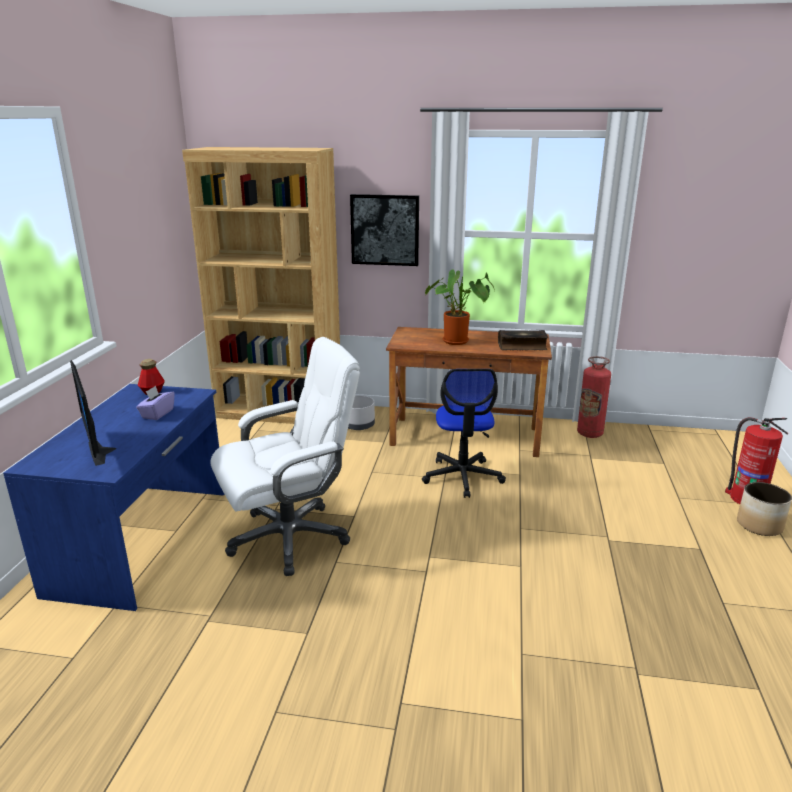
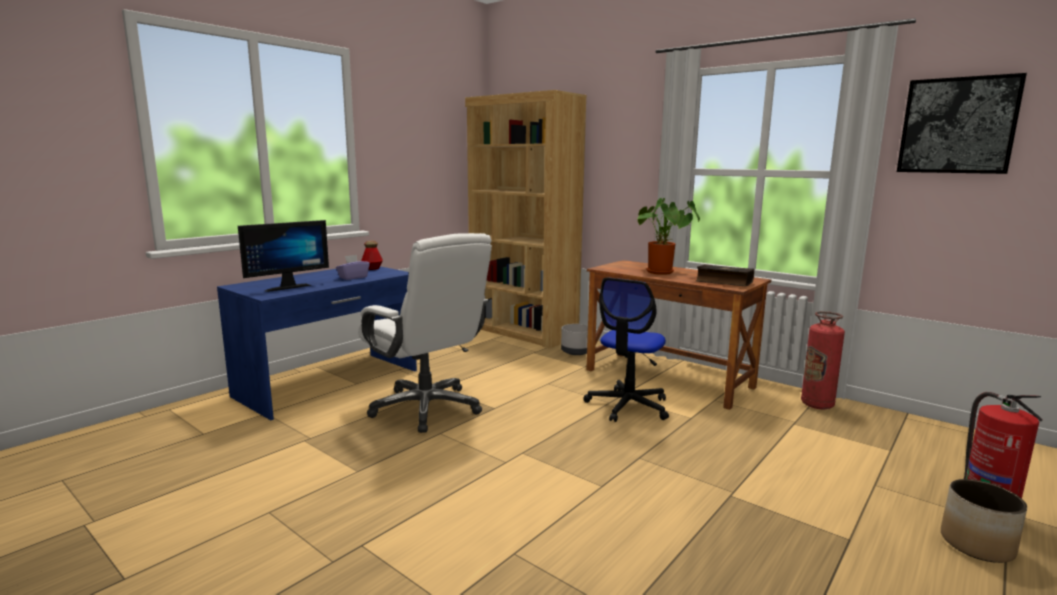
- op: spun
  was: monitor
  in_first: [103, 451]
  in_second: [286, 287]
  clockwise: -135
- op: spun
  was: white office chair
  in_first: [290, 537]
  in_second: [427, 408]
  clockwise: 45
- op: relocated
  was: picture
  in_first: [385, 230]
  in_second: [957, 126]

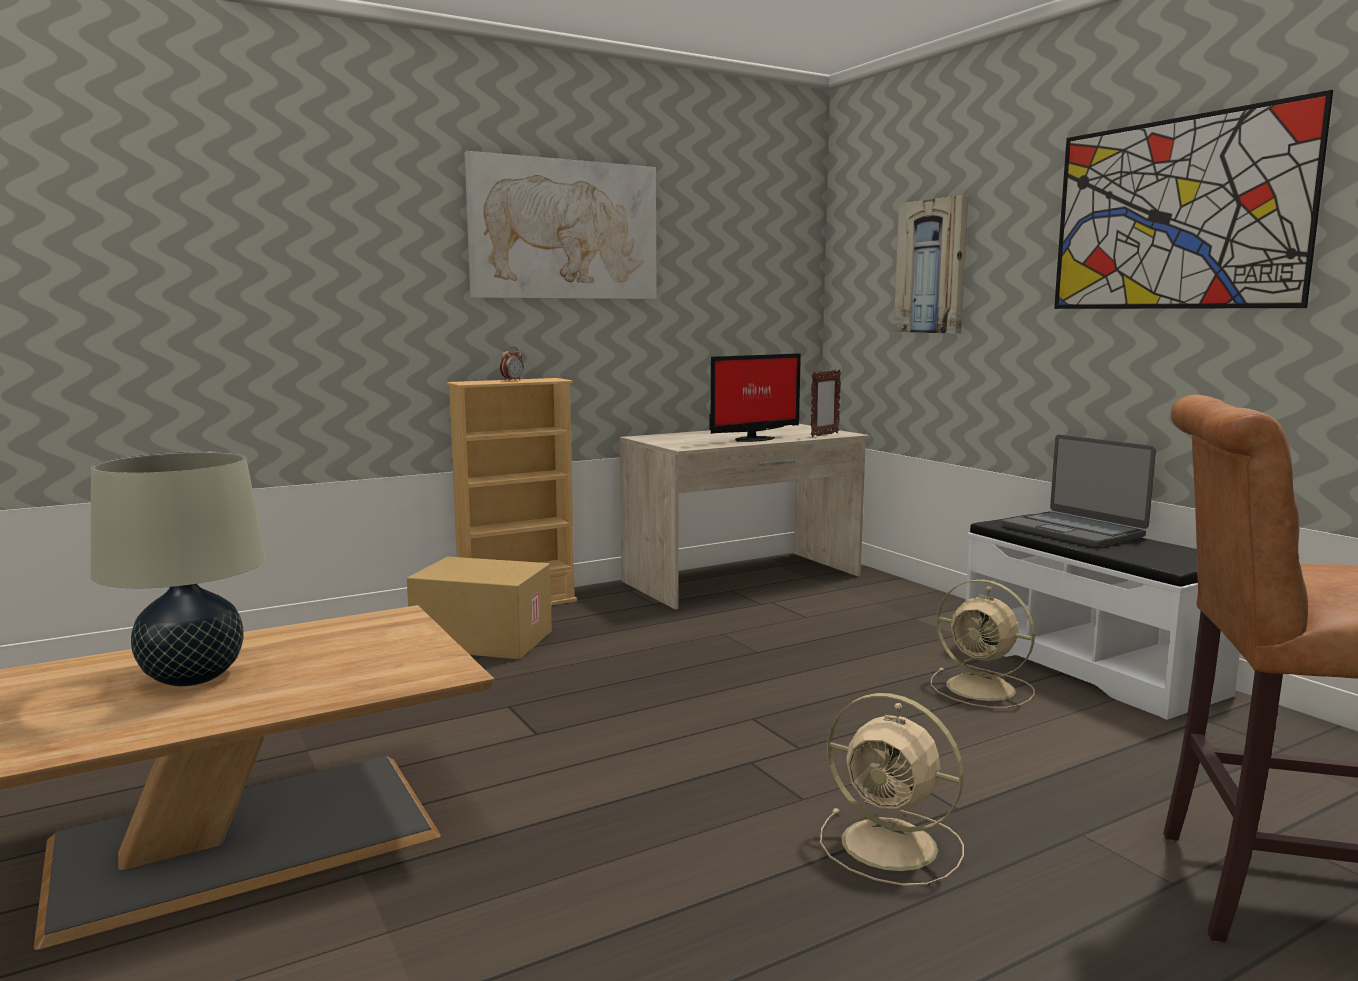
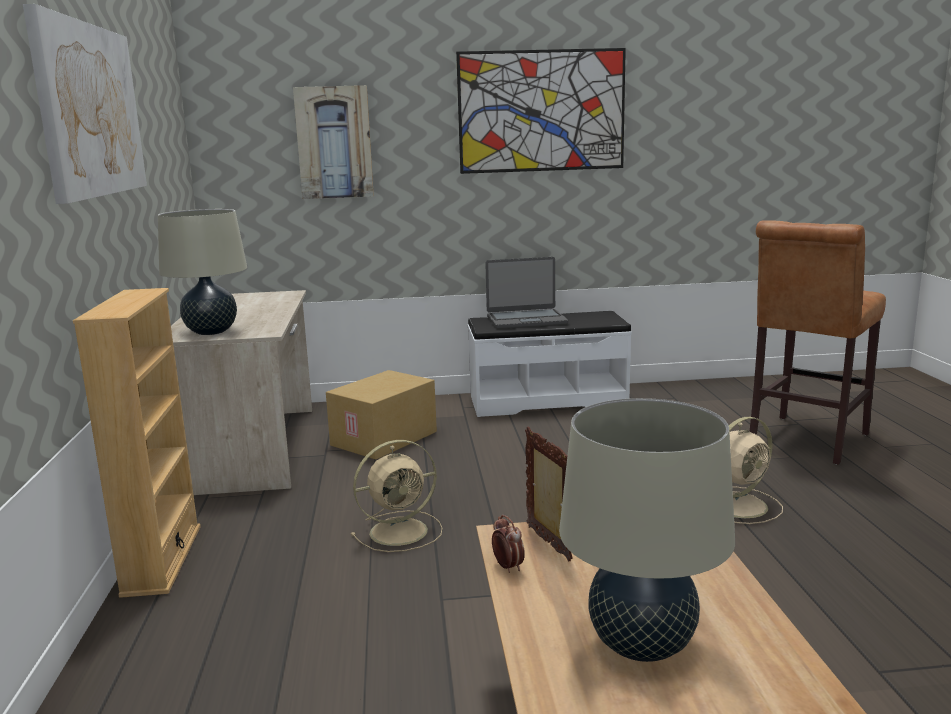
- op: appeared
  now: beige table lamp
  in_second: [211, 332]
- op: relocated
  was: cardboard box
  in_first: [481, 641]
  in_second: [384, 439]
- op: relocated
  was: beige fan
  in_first: [983, 689]
  in_second: [401, 531]
- op: relocated
  was: alarm clock
  in_first: [512, 380]
  in_second: [508, 567]
- op: relocated
  was: picture frame
  in_first: [824, 435]
  in_second: [548, 544]
- op: missing
  was: monitor
  in_first: [752, 439]

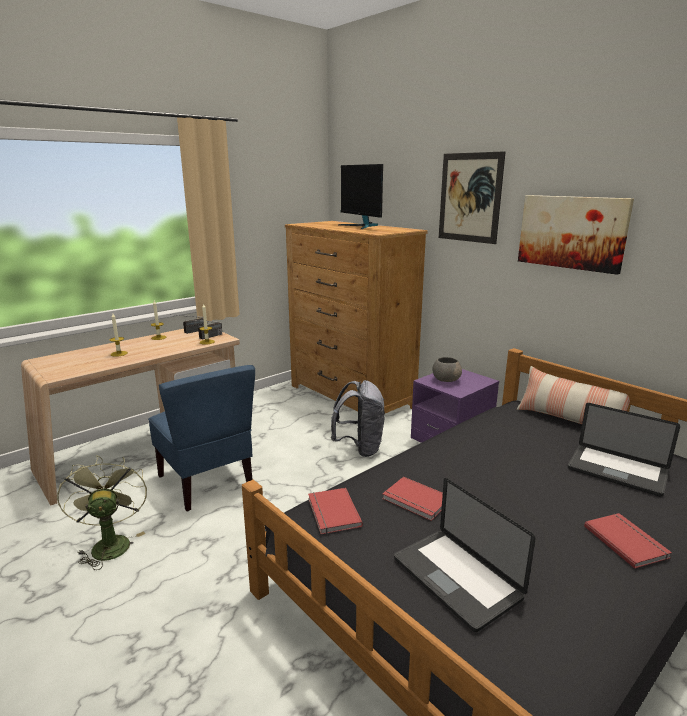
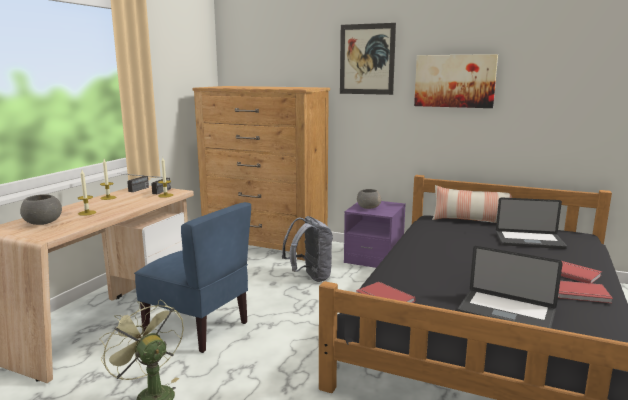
- op: appeared
  now: grey bowl
  in_second: [42, 223]
- op: relocated
  was: red book
  in_first: [415, 501]
  in_second: [581, 294]
- op: missing
  was: monitor
  in_first: [361, 226]

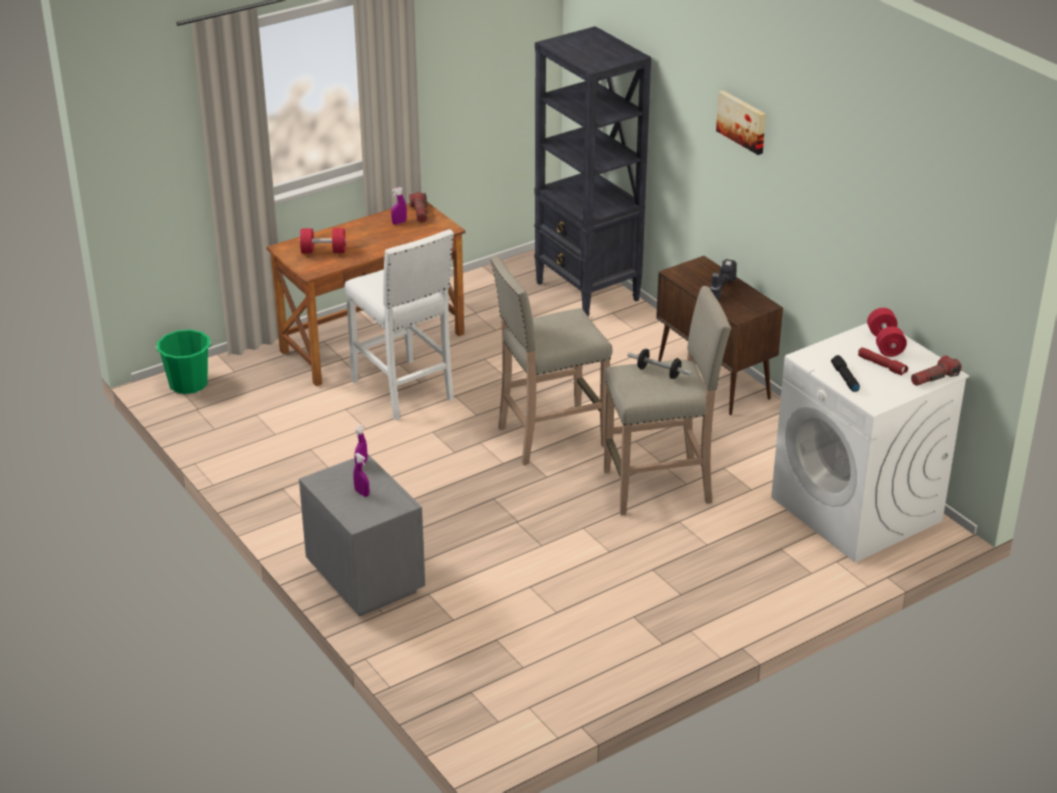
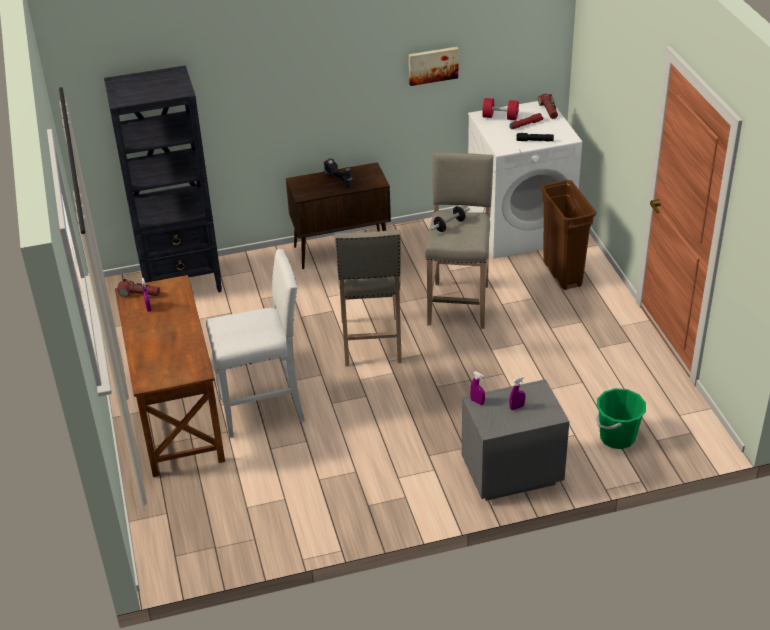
- op: relocated
  was: picture
  in_first: [743, 121]
  in_second: [433, 65]
- op: appeared
  now: brown trash can
  in_second: [562, 274]
- op: relocated
  was: green bucket
  in_first: [188, 384]
  in_second: [617, 437]
- op: missing
  was: red dumbbell
  in_first: [323, 251]

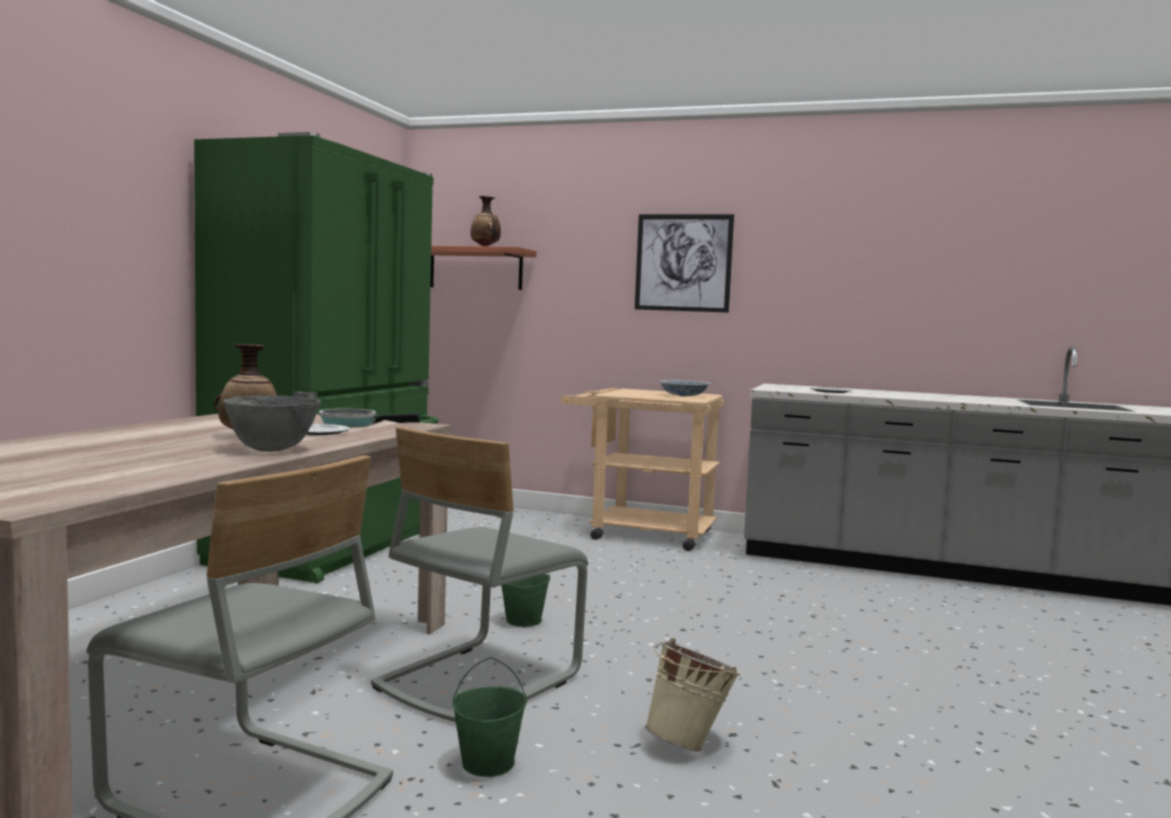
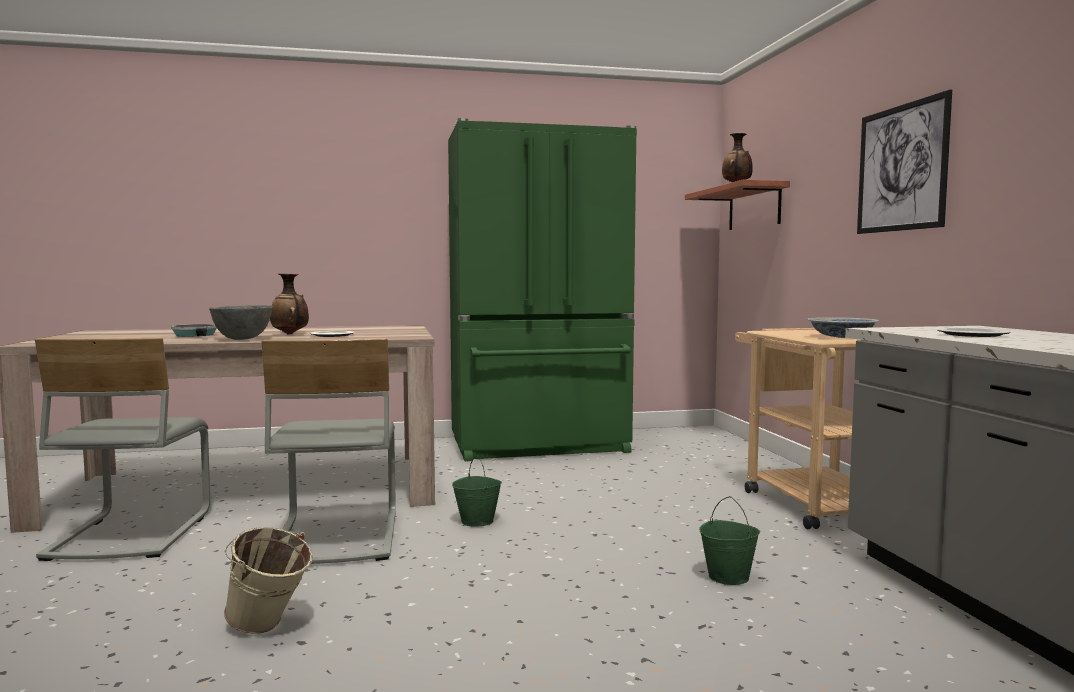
- op: relocated
  was: frying pan
  in_first: [353, 424]
  in_second: [196, 335]
- op: spun
  was: grey chair
  in_first: [477, 681]
  in_second: [335, 538]
  clockwise: -105
- op: relocated
  was: green bucket
  in_first: [488, 763]
  in_second: [728, 577]

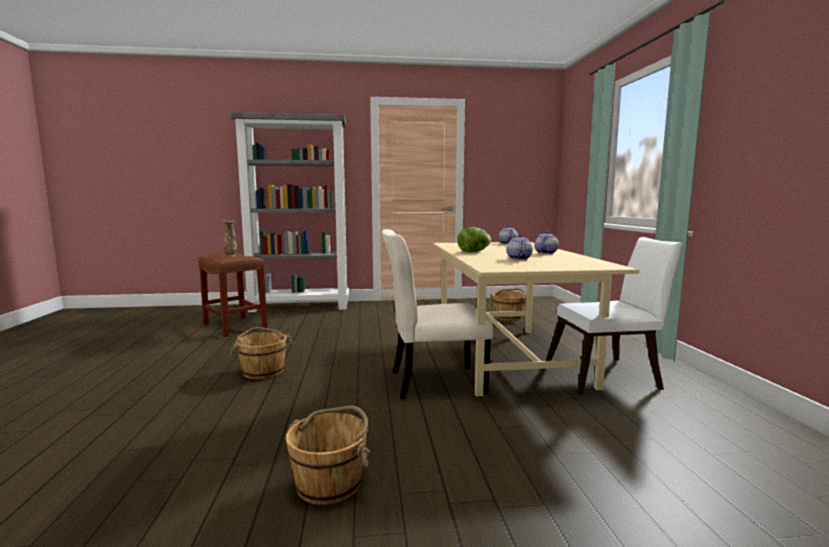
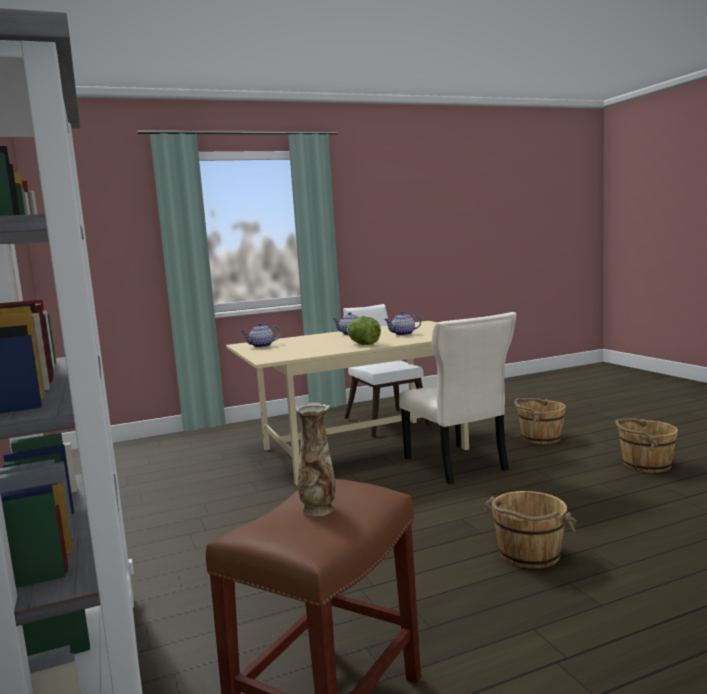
- op: relocated
  was: brown bucket
  in_first: [508, 317]
  in_second: [540, 438]

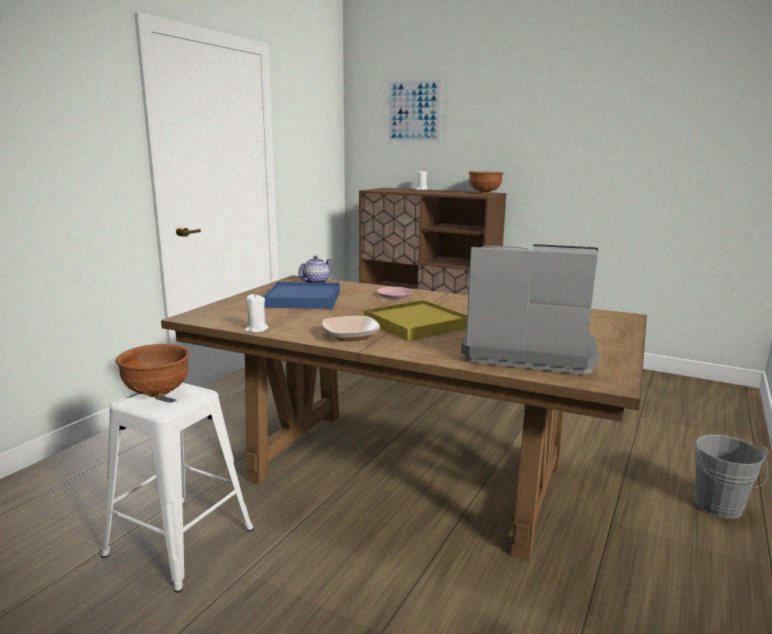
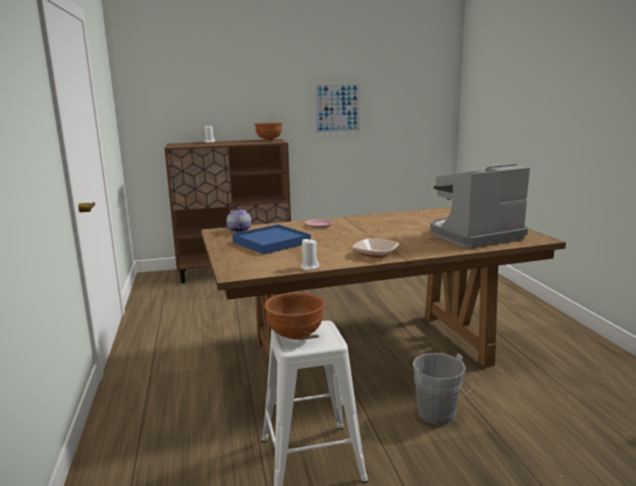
- op: relocated
  was: picture
  in_first: [413, 111]
  in_second: [337, 108]
- op: relocated
  was: grey bucket
  in_first: [719, 508]
  in_second: [439, 416]
- op: missing
  was: yellow tray
  in_first: [416, 324]

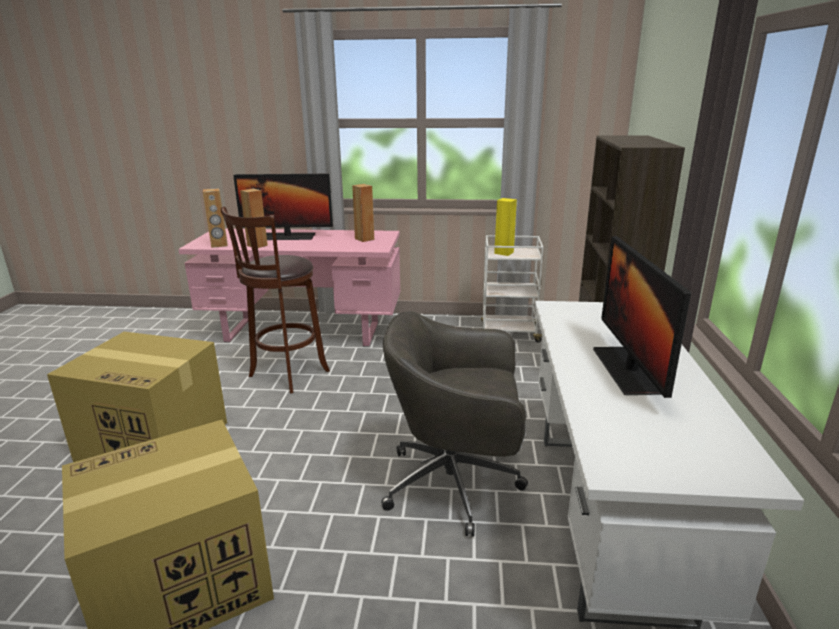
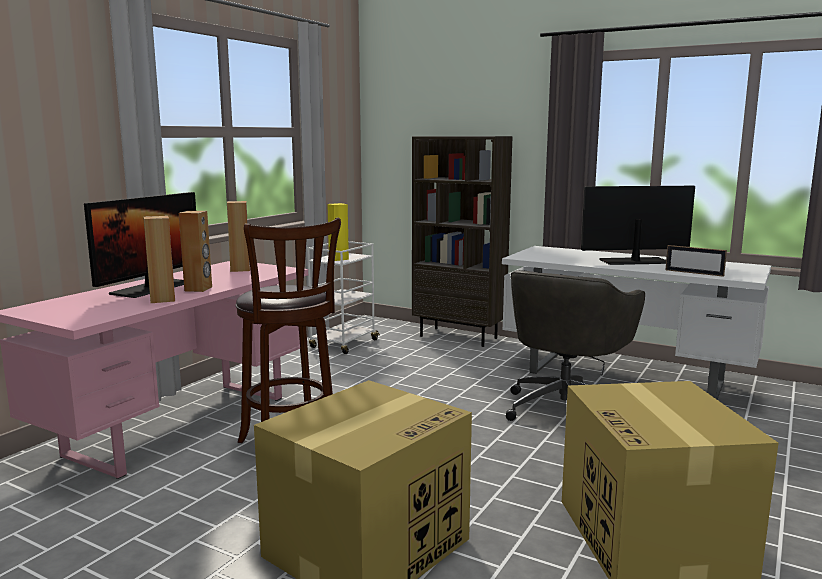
- op: relocated
  was: brown speaker
  in_first: [219, 245]
  in_second: [198, 289]
- op: spun
  was: monitor
  in_first: [628, 370]
  in_second: [634, 261]
  clockwise: 150
- op: appeared
  now: picture frame
  in_second: [694, 273]

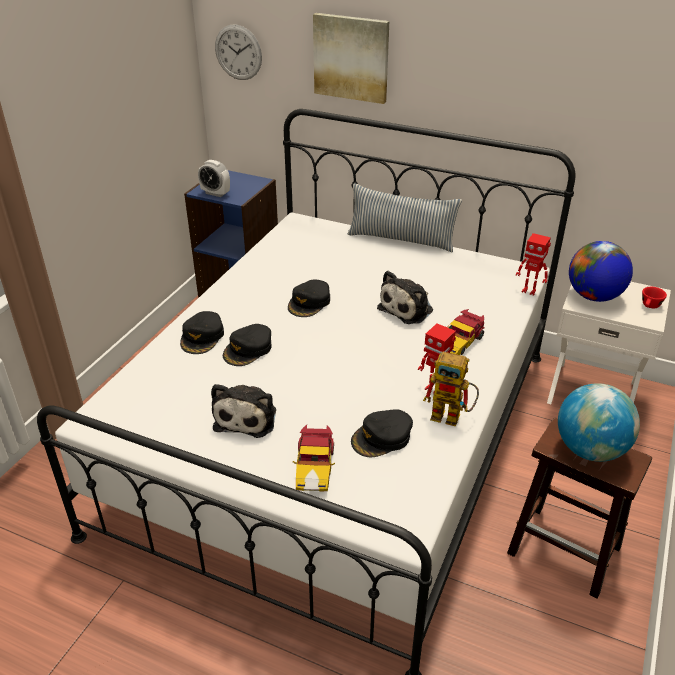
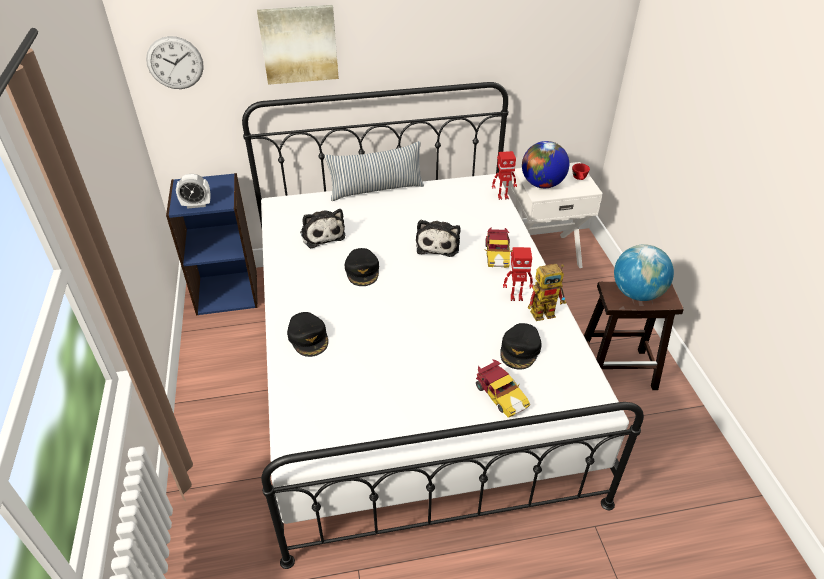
- op: relocated
  was: plush toy
  in_first: [247, 417]
  in_second: [322, 234]
- op: missing
  was: black cap
  in_first: [248, 349]

